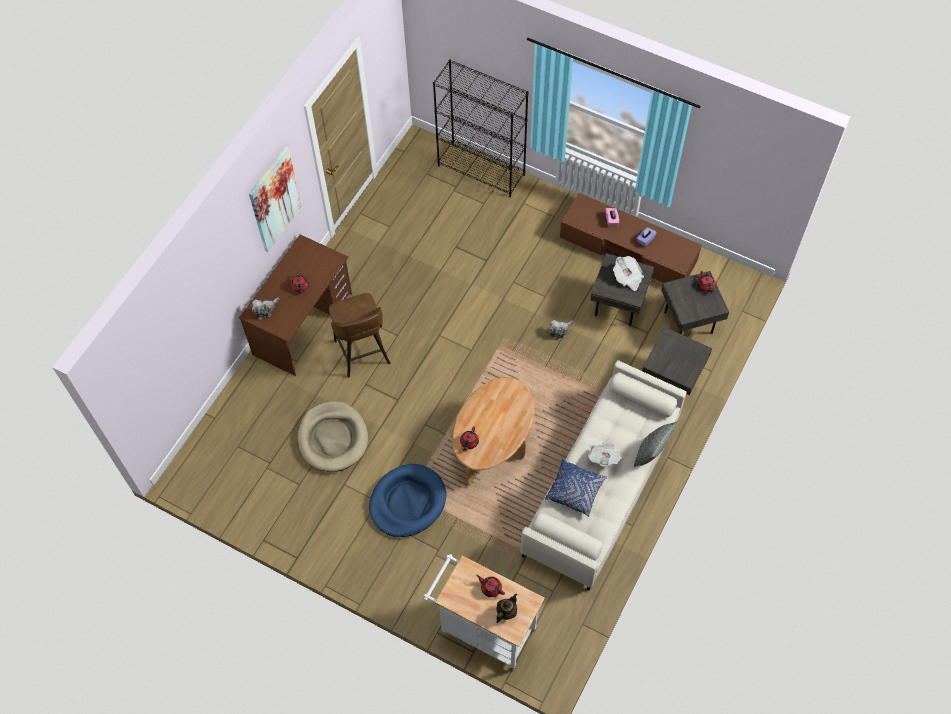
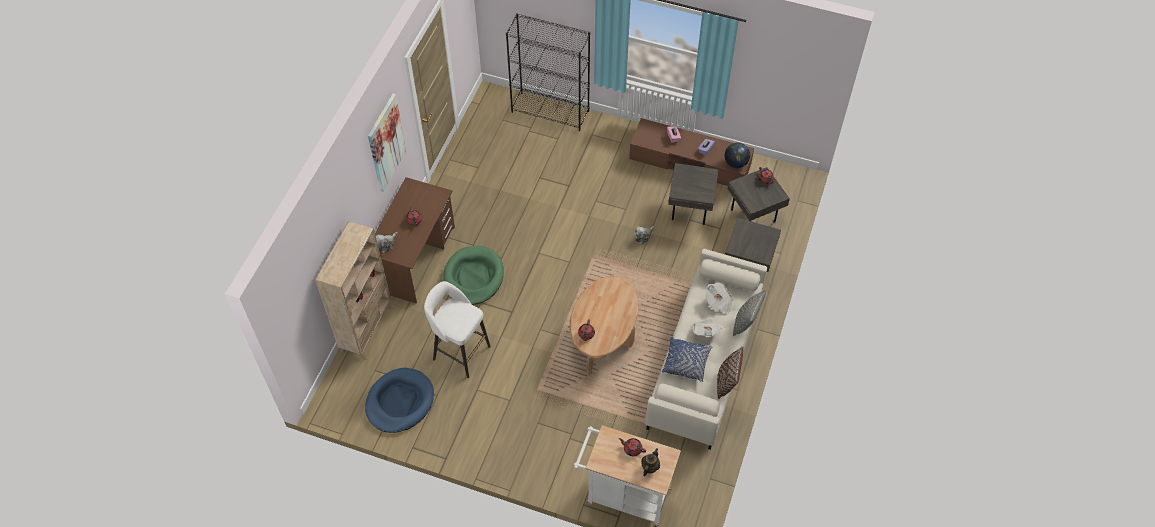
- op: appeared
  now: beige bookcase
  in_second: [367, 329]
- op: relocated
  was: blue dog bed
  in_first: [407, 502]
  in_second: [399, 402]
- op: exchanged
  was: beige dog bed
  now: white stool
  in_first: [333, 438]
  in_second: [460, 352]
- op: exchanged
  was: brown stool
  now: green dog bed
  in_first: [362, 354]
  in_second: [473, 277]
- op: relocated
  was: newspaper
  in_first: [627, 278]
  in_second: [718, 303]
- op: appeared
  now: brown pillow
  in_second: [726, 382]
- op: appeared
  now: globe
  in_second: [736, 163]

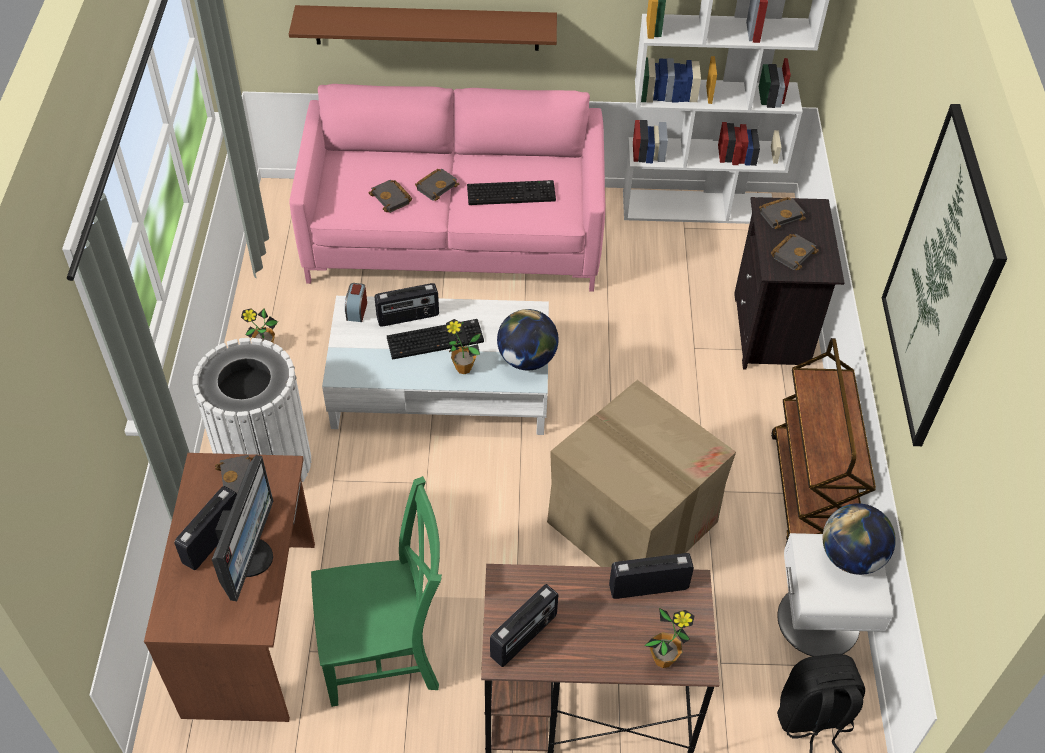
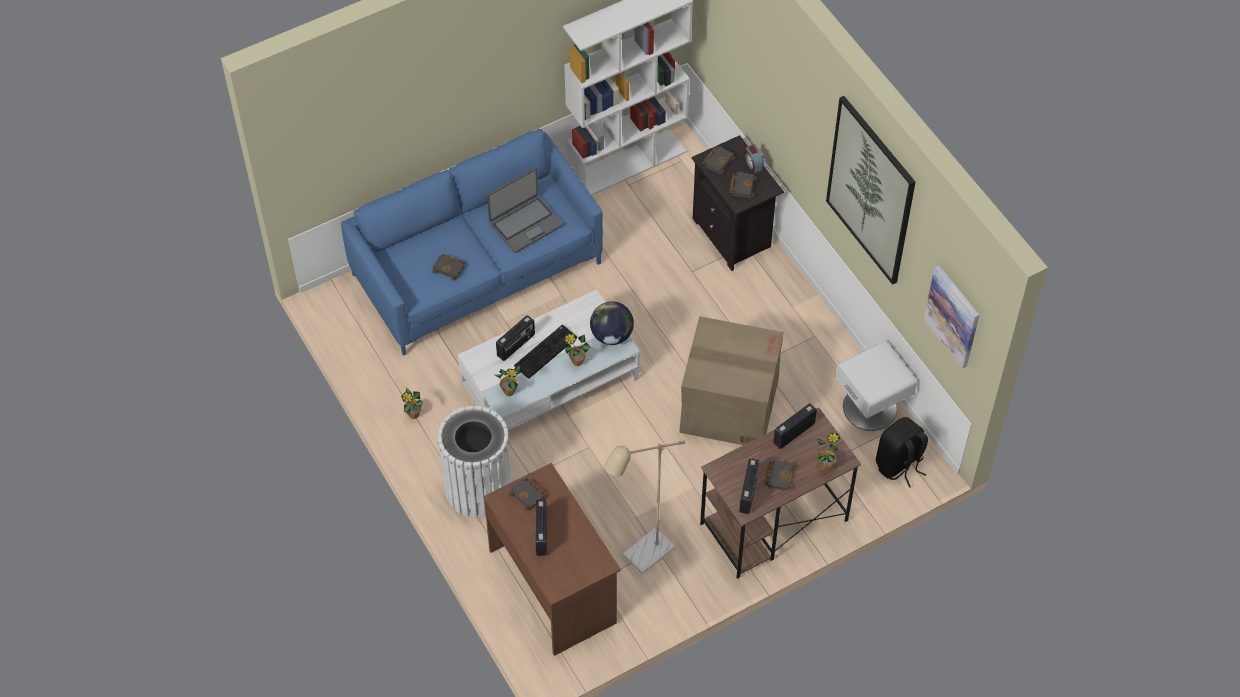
- op: colour
  was: pink sofa
  now: blue sofa
  in_first: [454, 236]
  in_second: [477, 269]
- op: exchanged
  was: keyboard
  now: laptop
  in_first: [512, 193]
  in_second: [525, 224]
- op: appeared
  now: potted plant
  in_second: [509, 391]
- op: exchanged
  was: green chair
  now: beige floor lamp
  in_first: [386, 653]
  in_second: [642, 557]
- op: relocated
  was: alarm clock
  in_first: [357, 310]
  in_second: [753, 164]
- op: relocated
  was: black book
  in_first: [437, 186]
  in_second: [778, 476]
- op: appeared
  now: picture
  in_second: [953, 316]
- op: missing
  was: monitor
  in_first: [249, 557]
- op: missing
  was: brown shelf
  in_first: [426, 27]
- op: missing
  was: brown cart
  in_first: [809, 494]
- op: missing
  was: globe
  in_first: [851, 557]

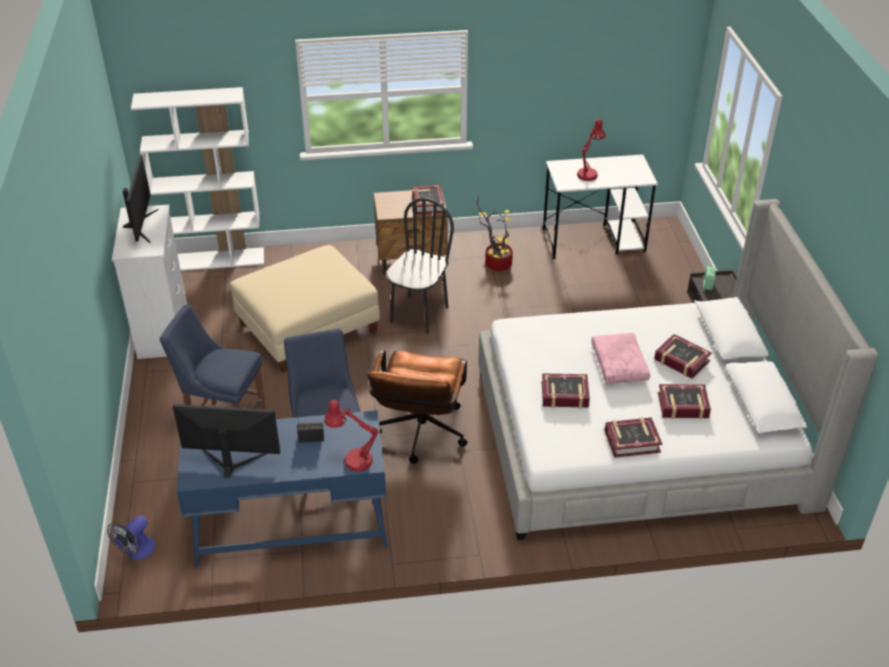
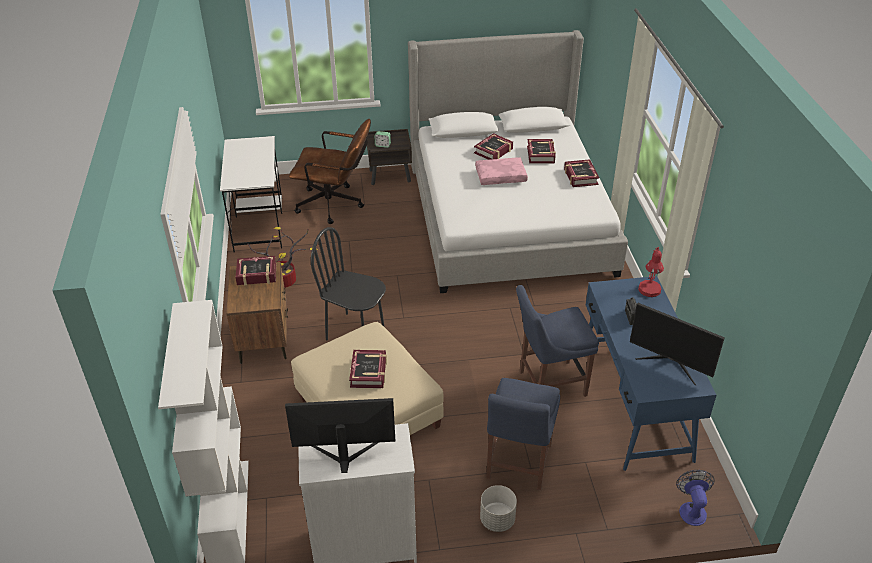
- op: relocated
  was: brown office chair
  in_first: [420, 436]
  in_second: [335, 205]
- op: relocated
  was: book
  in_first: [564, 395]
  in_second: [369, 372]
- op: appeared
  now: grey planter
  in_second: [497, 520]
- op: spun
  was: monitor
  in_first: [231, 461]
  in_second: [670, 363]
  clockwise: -60
- op: spun
  was: fan
  in_first: [136, 552]
  in_second: [691, 509]
  clockwise: -120
- op: missing
  was: red table lamp
  in_first: [589, 173]

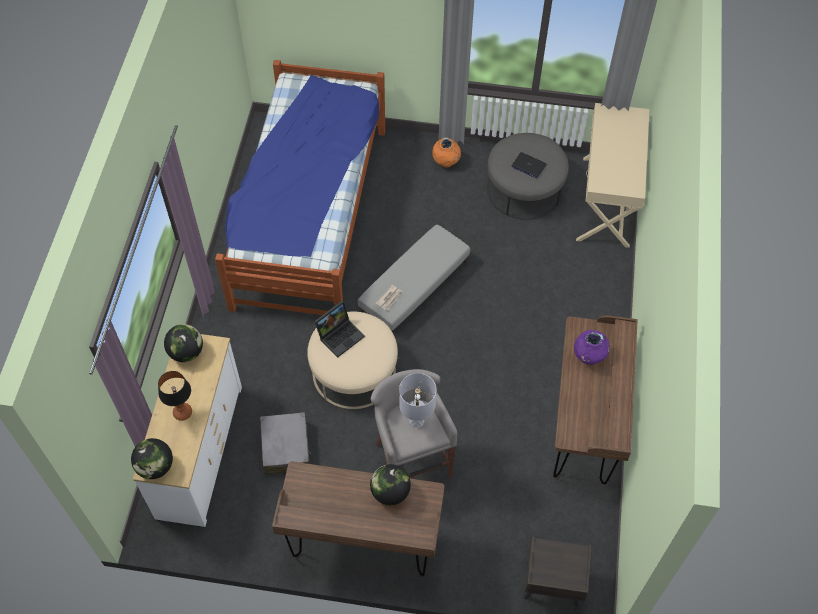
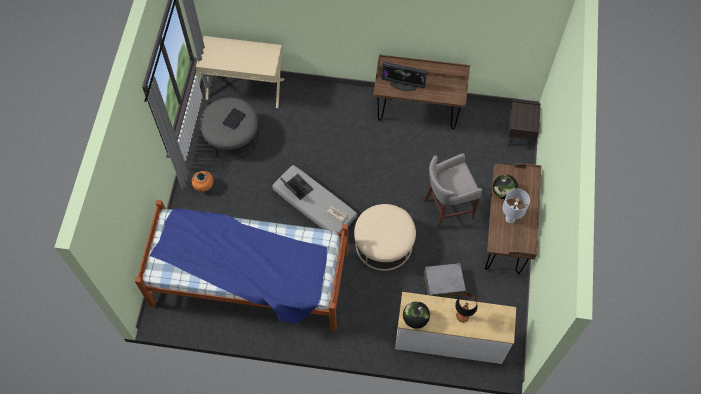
- op: relocated
  was: laptop
  in_first: [340, 335]
  in_second: [296, 188]
- op: exchanged
  was: purple vase
  now: monitor
  in_first: [588, 357]
  in_second: [403, 84]
- op: relocated
  was: grey table lamp
  in_first: [416, 421]
  in_second: [510, 219]
- op: missing
  was: globe
  in_first: [155, 466]

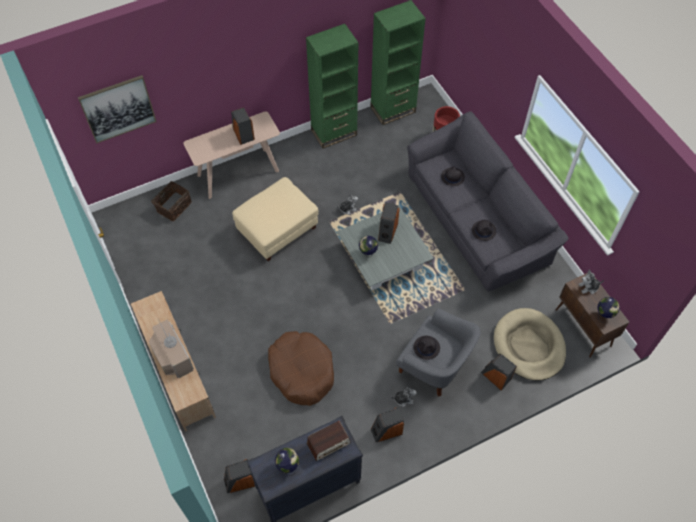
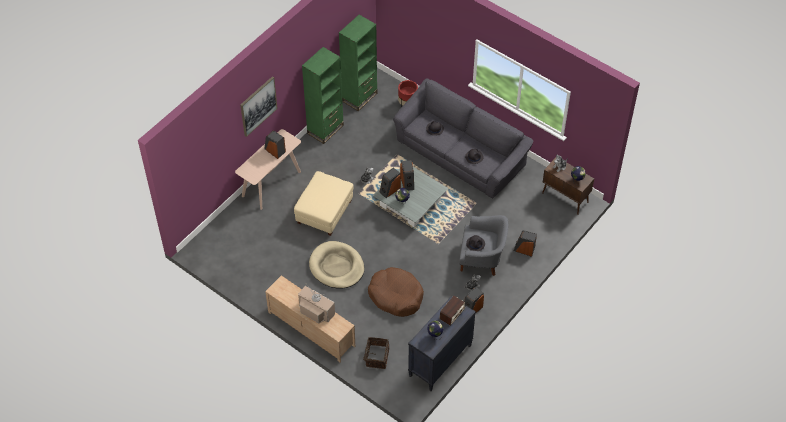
- op: relocated
  was: picture
  in_first: [118, 108]
  in_second: [258, 106]
- op: relocated
  was: beige dog bed
  in_first: [529, 346]
  in_second: [337, 267]
- op: relocated
  was: basket
  in_first: [173, 206]
  in_second: [376, 357]
- op: relocated
  was: speaker
  in_first: [240, 481]
  in_second: [390, 190]

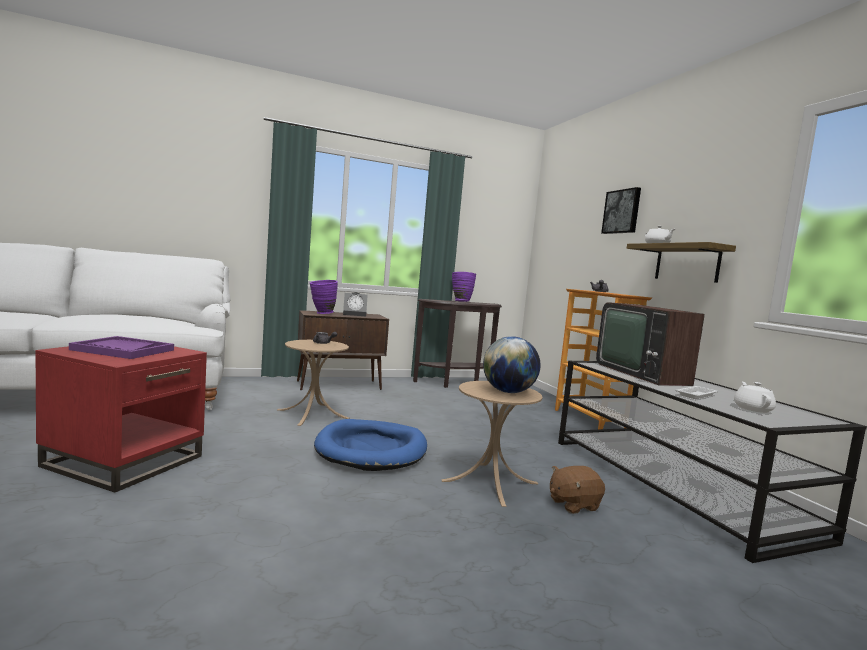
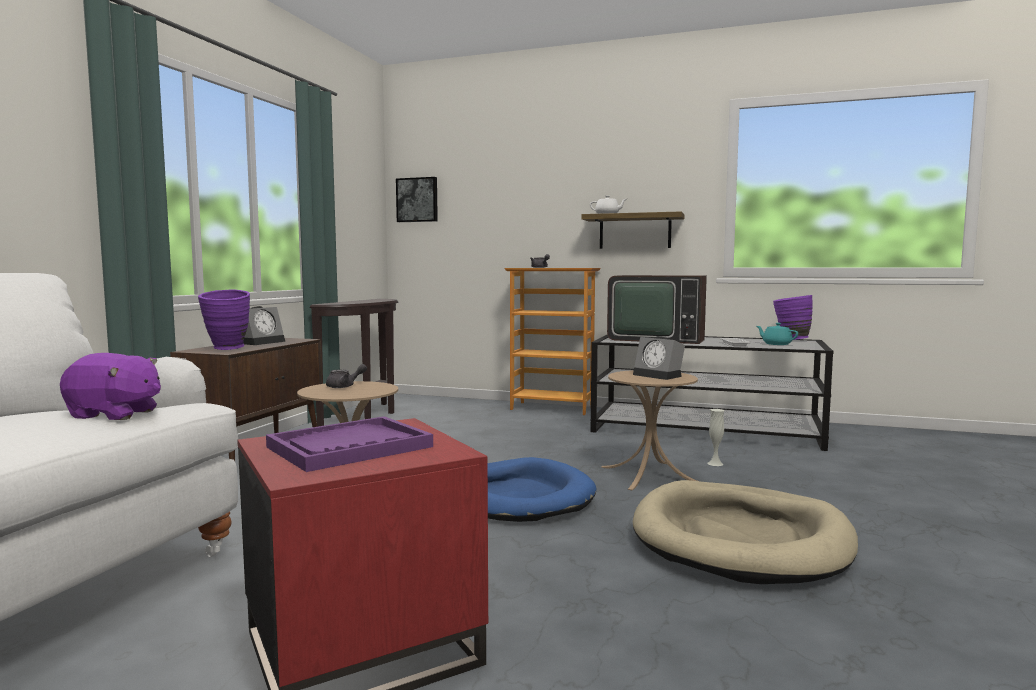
- op: appeared
  now: purple plush toy
  in_second: [115, 415]
- op: relocated
  was: picture
  in_first: [622, 211]
  in_second: [417, 200]
- op: exchanged
  was: globe
  now: alarm clock
  in_first: [508, 392]
  in_second: [659, 375]
- op: appeared
  now: beige dog bed
  in_second: [740, 539]
- op: exchanged
  was: brown plush toy
  now: white vase
  in_first: [573, 504]
  in_second: [715, 463]
- op: colour
  was: white teapot
  now: turquoise teapot
  in_first: [752, 409]
  in_second: [776, 344]
- op: relocated
  was: purple vase
  in_first: [461, 301]
  in_second: [790, 340]

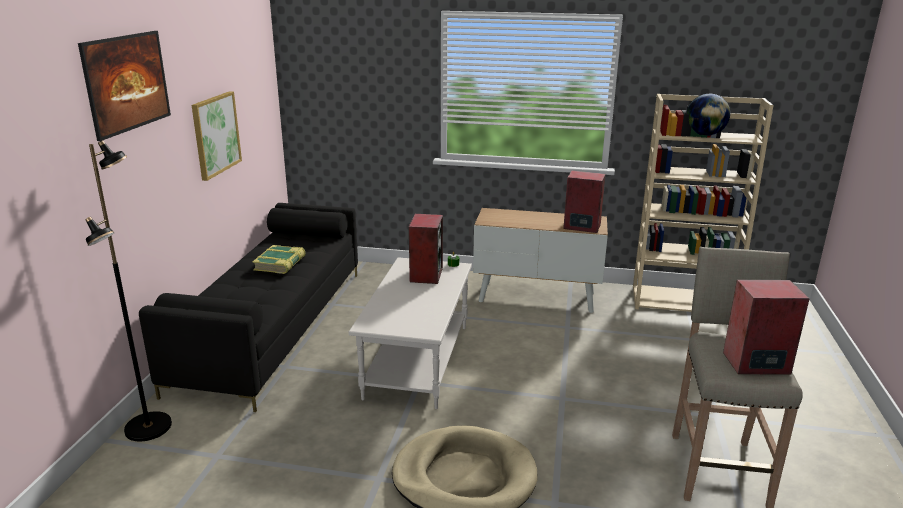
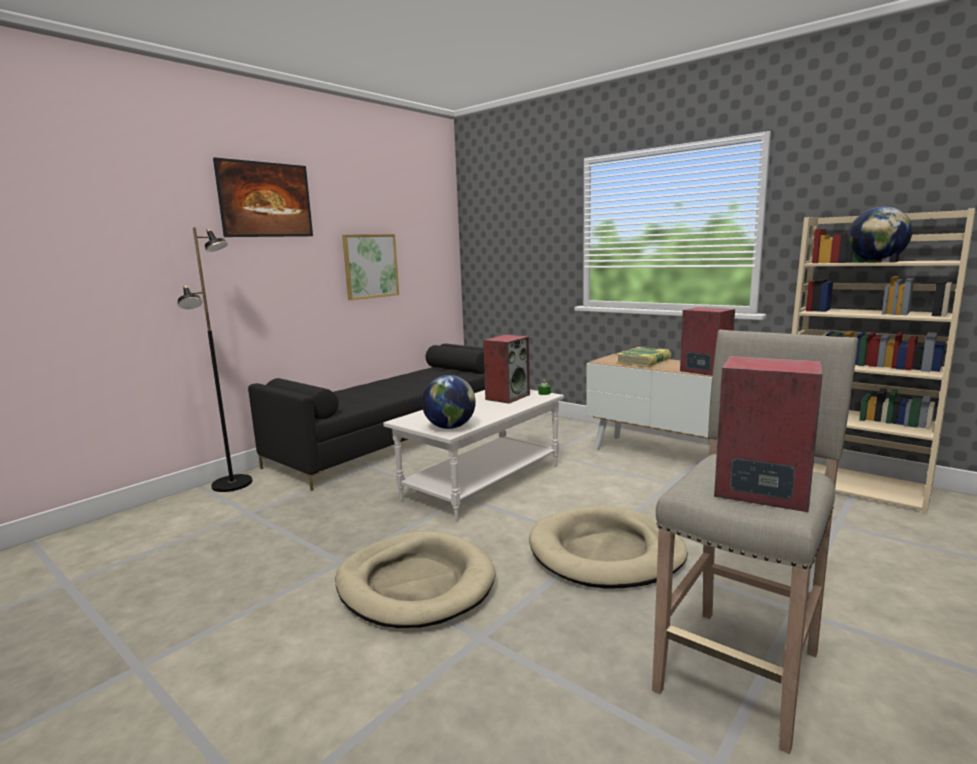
- op: appeared
  now: globe
  in_second: [450, 427]
- op: appeared
  now: beige dog bed
  in_second: [606, 553]
- op: relocated
  was: book
  in_first: [280, 264]
  in_second: [643, 362]

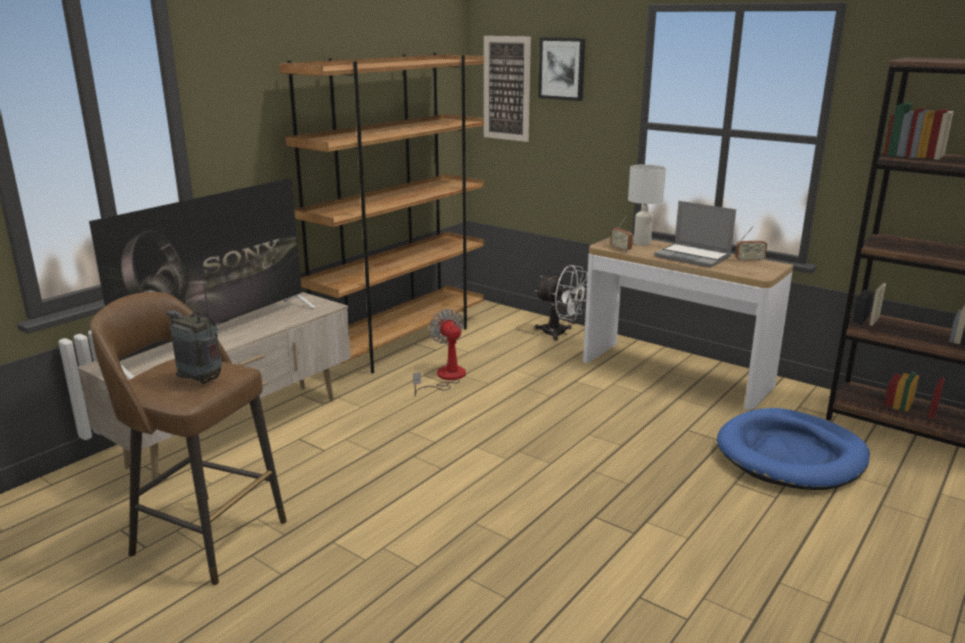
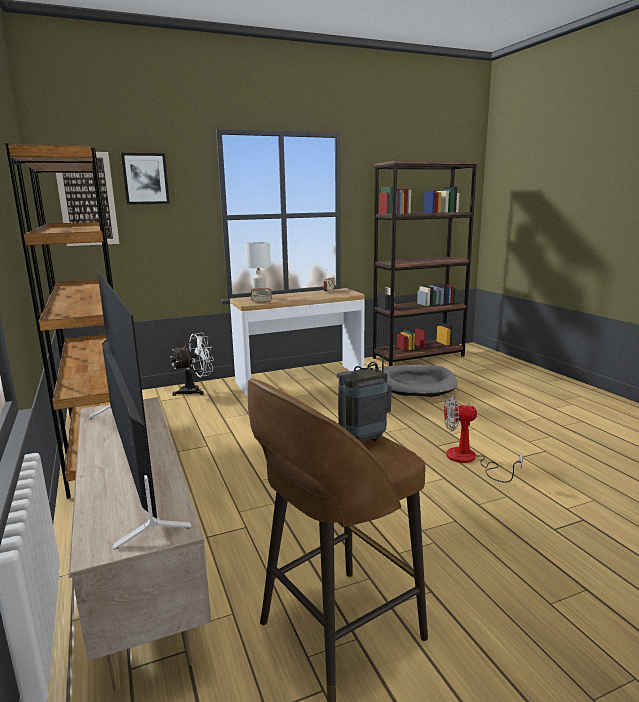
- op: colour
  was: blue dog bed
  now: grey dog bed
  in_first: [791, 455]
  in_second: [416, 384]
- op: relocated
  was: fan
  in_first: [445, 378]
  in_second: [469, 460]
- op: missing
  was: laptop
  in_first: [693, 257]

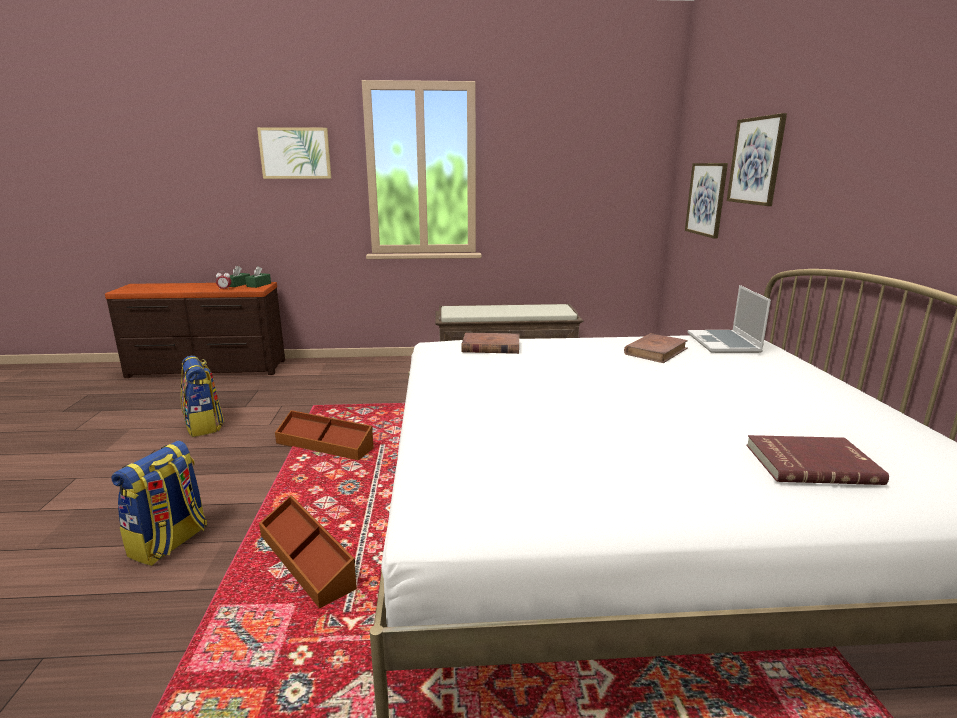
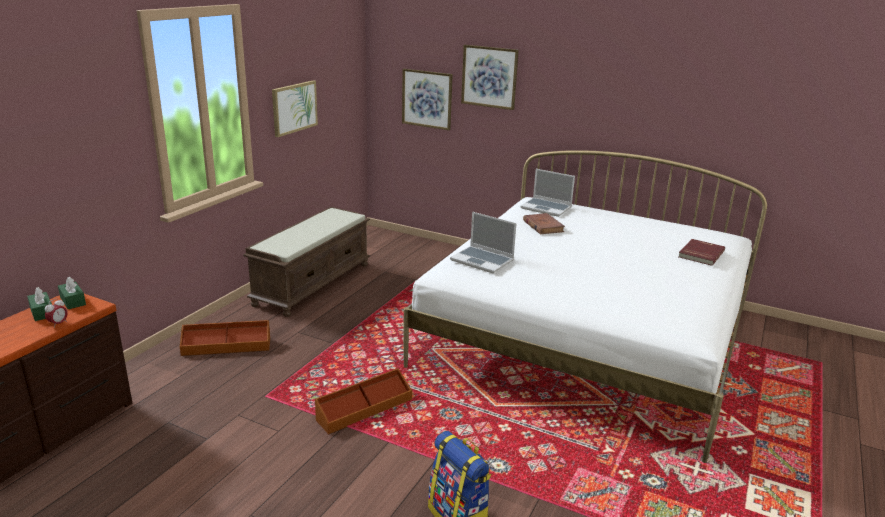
- op: relocated
  was: brown storage box
  in_first: [307, 561]
  in_second: [226, 346]
- op: relocated
  was: picture
  in_first: [295, 153]
  in_second: [294, 107]
- op: exchanged
  was: brown book
  now: laptop
  in_first: [490, 347]
  in_second: [483, 261]
- op: missing
  was: backpack
  in_first: [204, 426]

